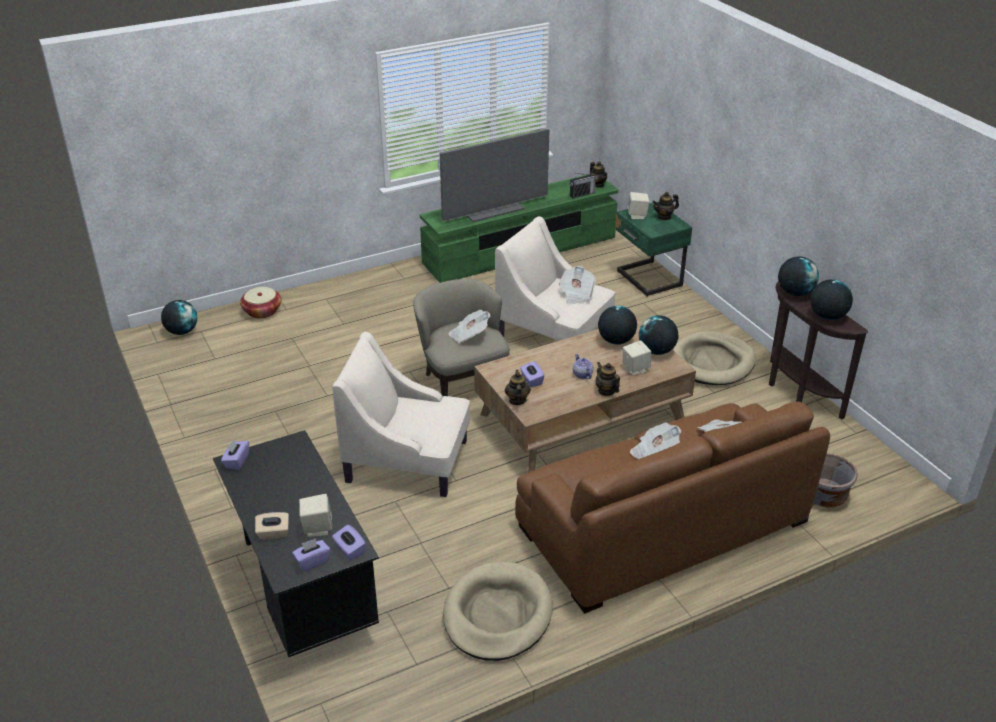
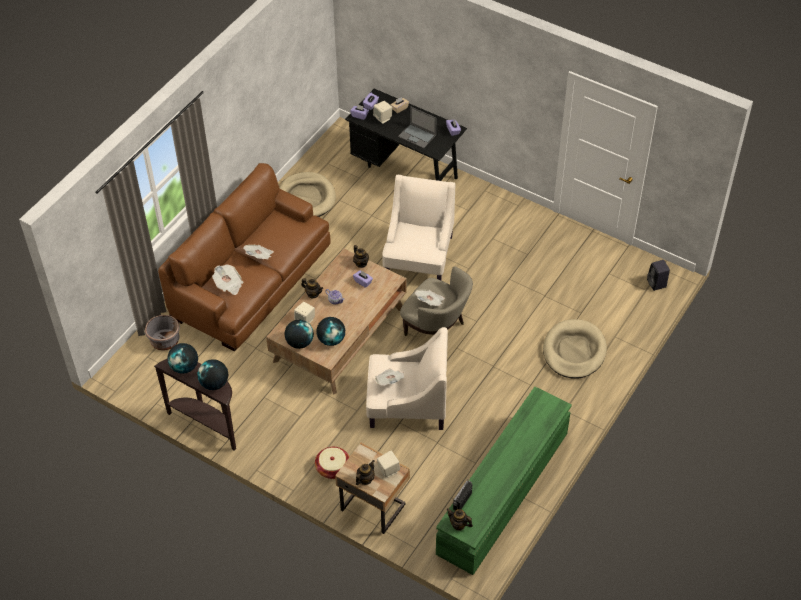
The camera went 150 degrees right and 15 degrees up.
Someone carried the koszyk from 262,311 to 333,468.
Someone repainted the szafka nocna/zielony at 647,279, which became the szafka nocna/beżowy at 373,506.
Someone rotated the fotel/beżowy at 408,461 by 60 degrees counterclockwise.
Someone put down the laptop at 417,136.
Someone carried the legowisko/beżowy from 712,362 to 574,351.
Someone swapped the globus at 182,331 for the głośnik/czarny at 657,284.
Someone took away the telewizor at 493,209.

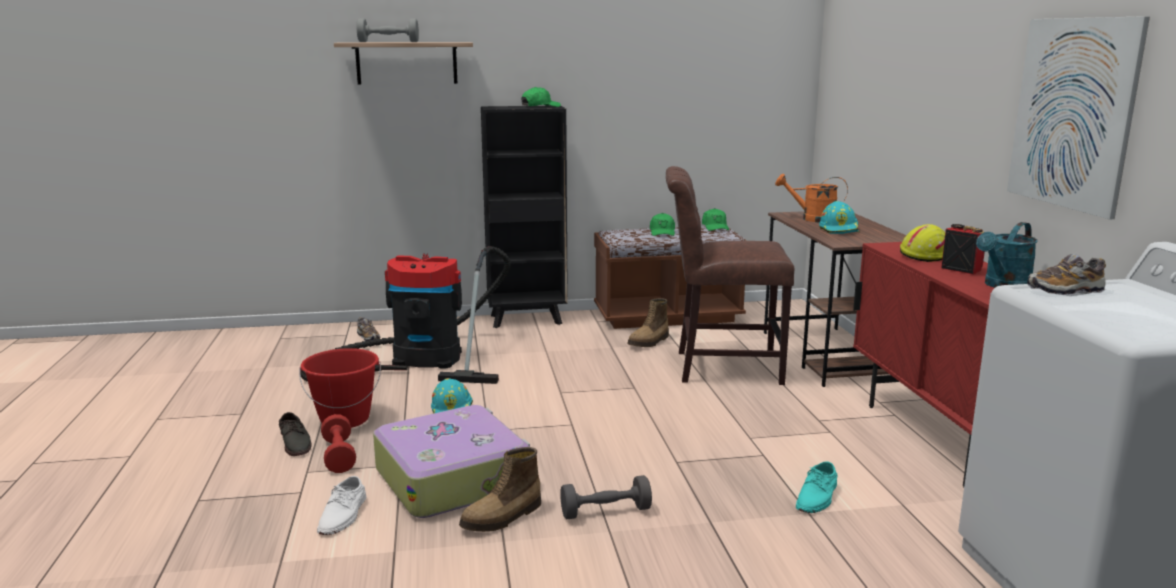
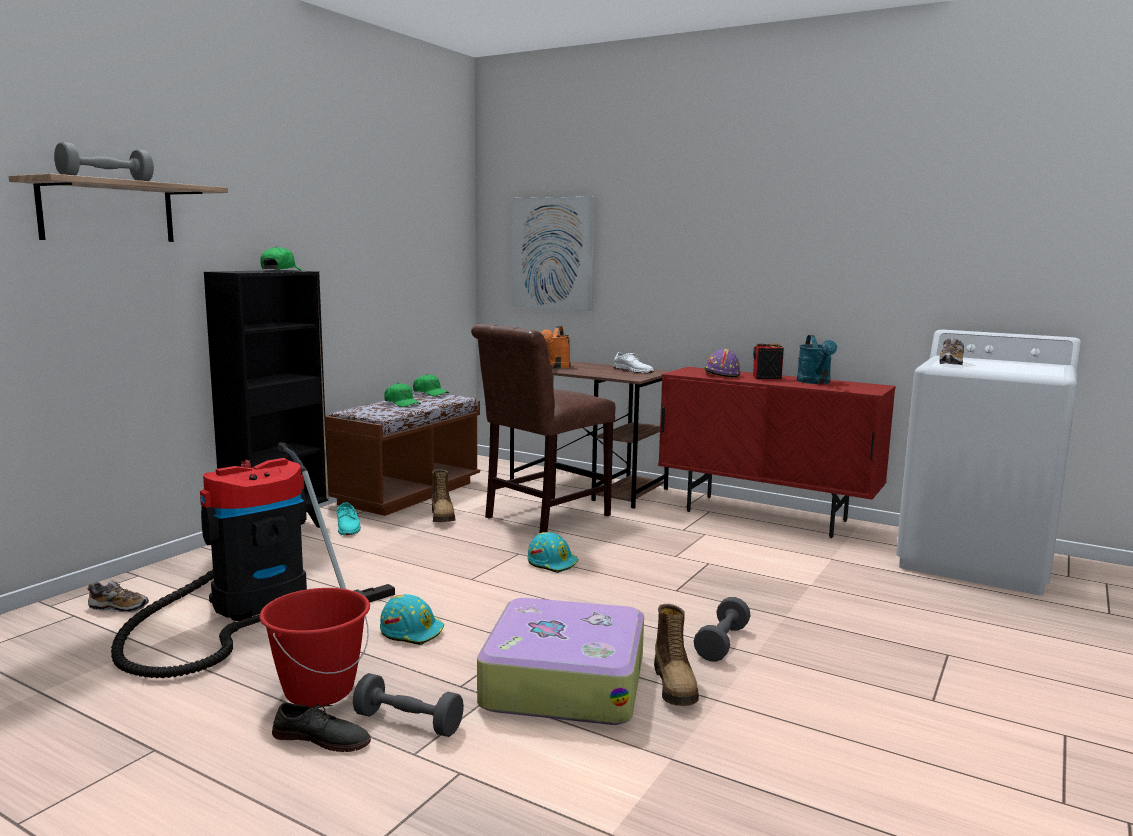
The camera went 50 degrees left and 5 degrees down.
Someone carried the but/turkusowy from 817,497 to 348,527.
Someone repainted the hantel/czerwony at 339,456, which became the hantel/szary at 408,722.
Someone carried the obraz from 1072,113 to 552,253.
Someone carried the kask/turkusowy from 839,229 to 552,563.
Someone rotated the konewka/pomarańczowy at 812,219 by 45 degrees counterclockwise.
Someone carried the but/biały from 343,515 to 633,370.
Someone repainted the kask/żółty at 925,255, which became the kask/fioletowy at 721,374.

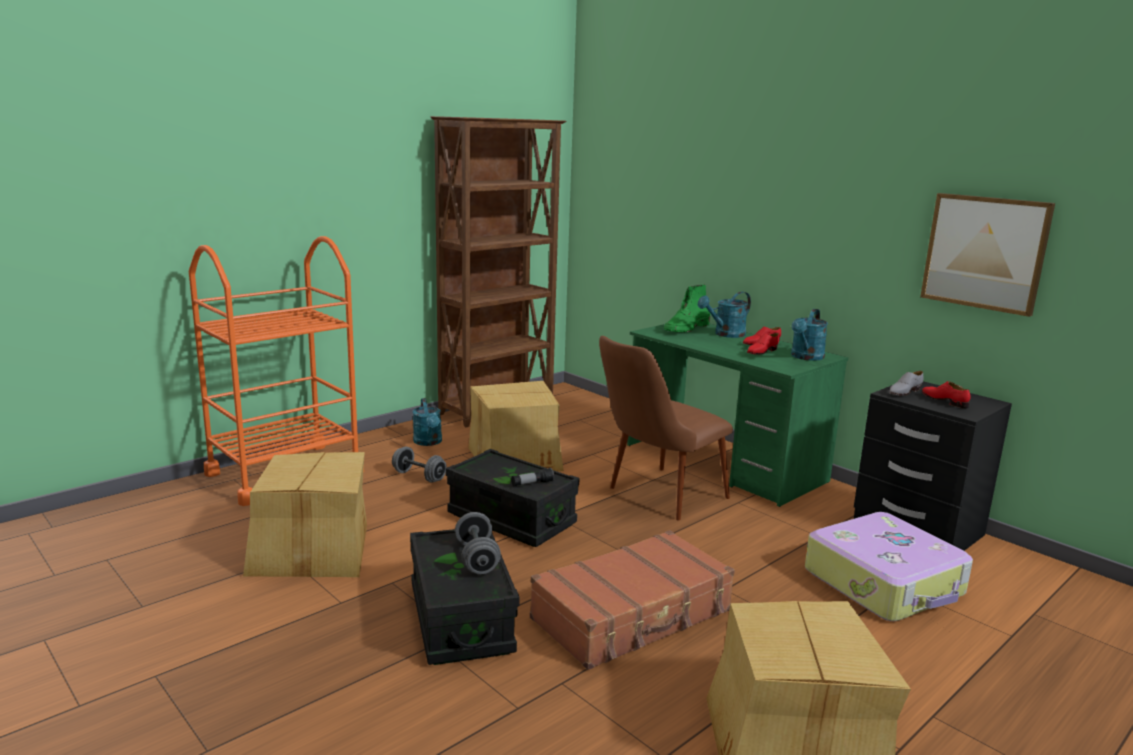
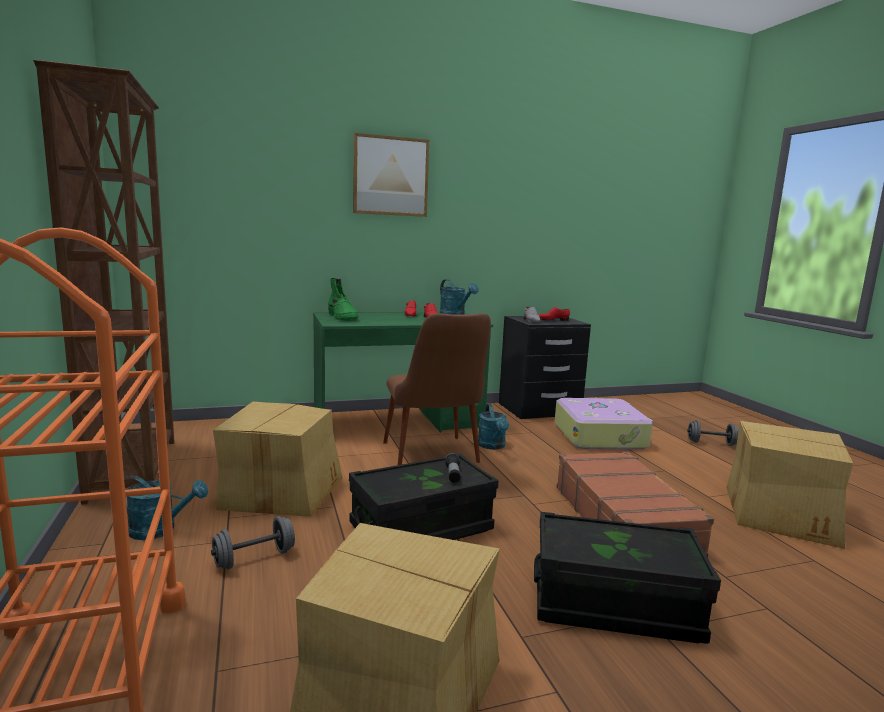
The camera went 65 degrees left and 5 degrees down.
Someone carried the obraz from 985,252 to 390,176.
Someone carried the konewka/turkusowy from 725,334 to 493,446.
Someone carried the hantel/szary from 477,559 to 711,443.

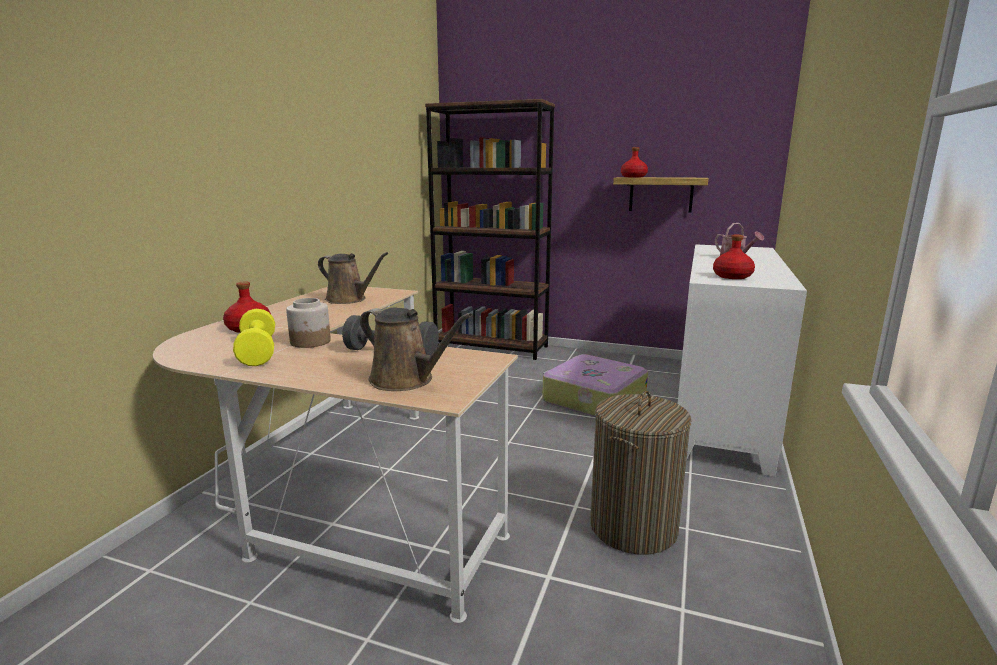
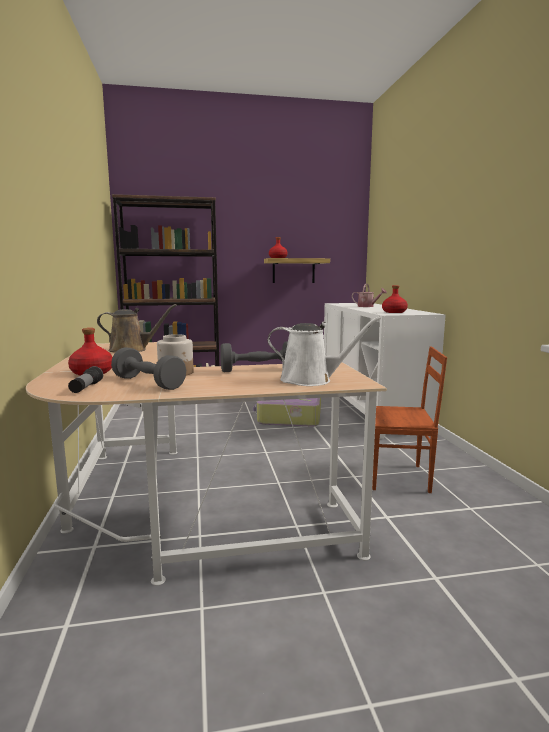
The camera went 30 degrees left and 5 degrees down.
Someone put down the latarka at 86,388.
Someone repainted the hantel/żółty at 258,352, which became the hantel/szary at 148,383.
Someone repainted the konewka/brązowy at 406,380, which became the konewka/biały at 311,380.
Someone swapped the kosz na pranie at 633,527 for the krzesło/brązowy at 398,478.

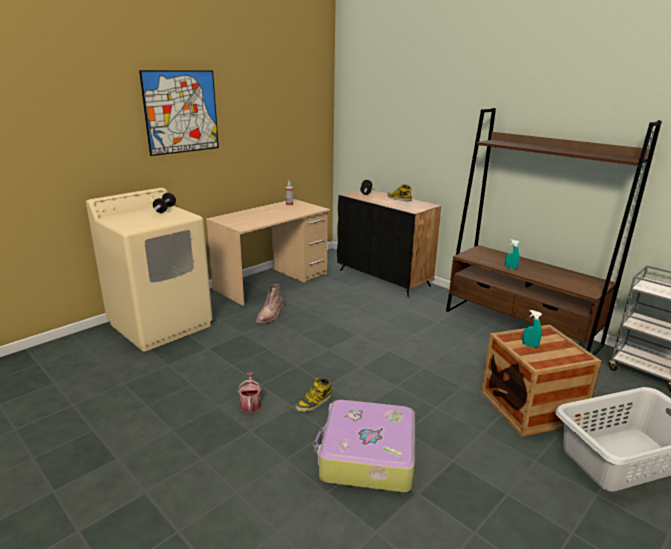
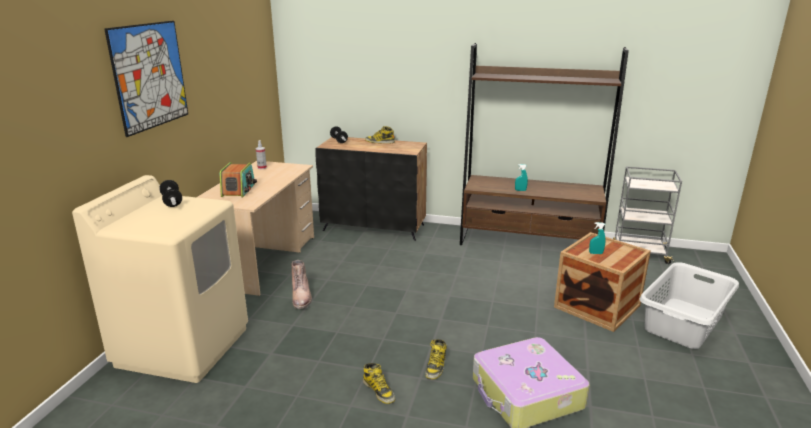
The camera went 30 degrees left and 0 degrees up.
Someone put down the radio at 239,190.
Someone swapped the konewka at 250,403 for the but z cholewką at 379,390.

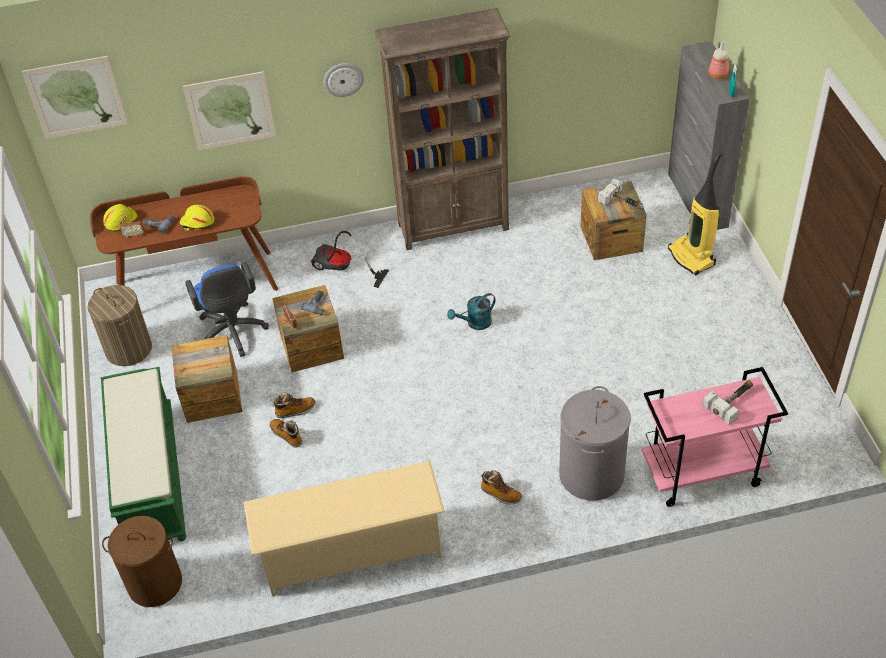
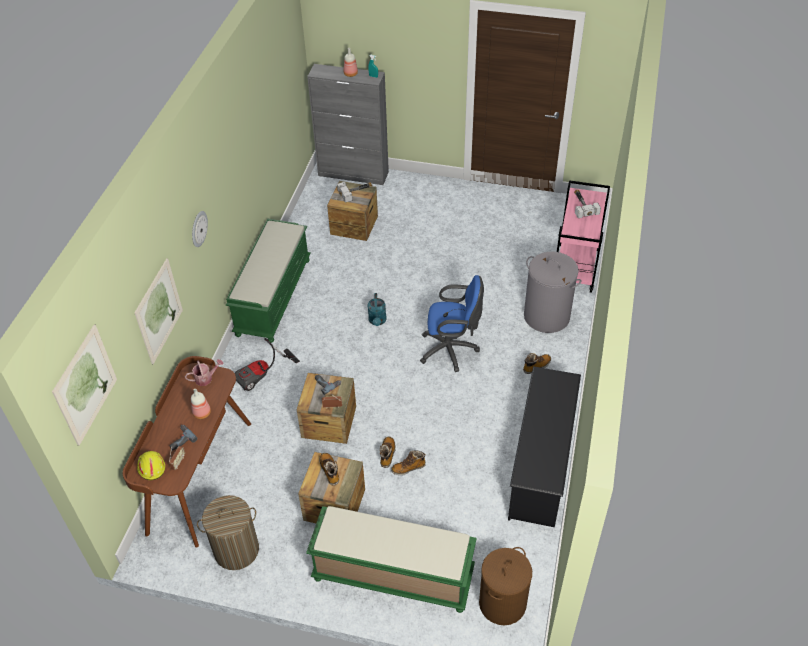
The camera went 65 degrees left and 0 degrees up.
Someone put down the konewka at 206,378.
Someone swapped the kask/żółty at 197,223 for the butelka at 202,413.
Someone swapped the regał/brązowy at 454,226 for the ławka/zielony at 273,296.
Someone put down the but z cholewką at 330,471.
Someone carried the krzesło biurowe/niebieski from 232,334 to 451,350.
Someone repainted the regał na buty/beżowy at 352,553, which became the regał na buty/czarny at 541,465.
Someone took away the odkurzacz at 692,257.

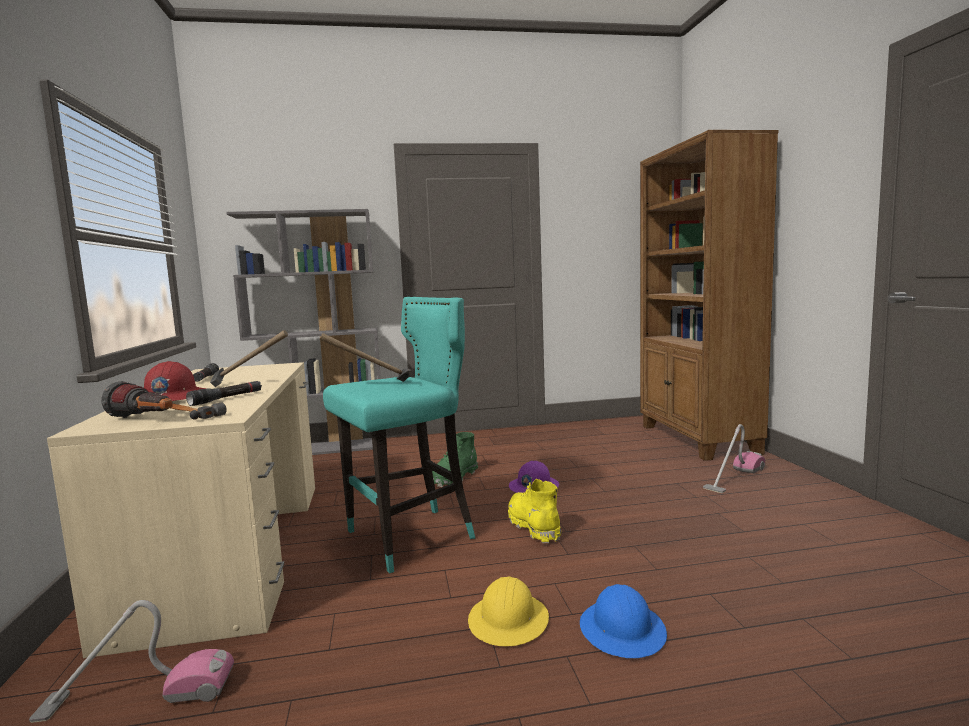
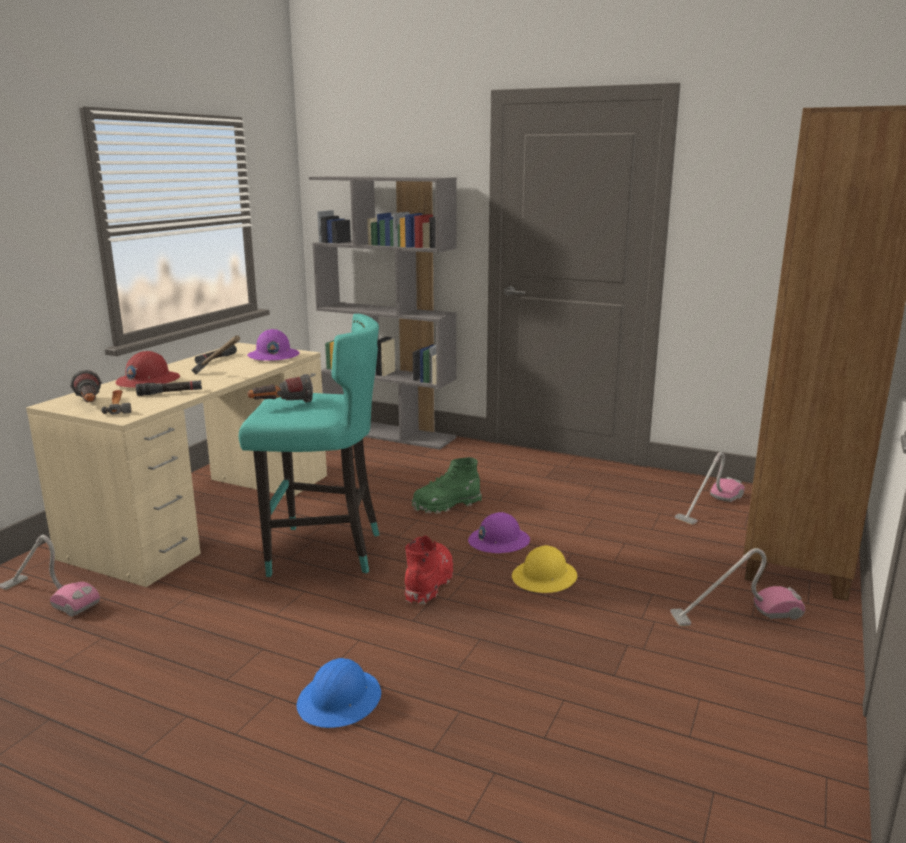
The camera went 35 degrees right and 10 degrees up.
Someone put down the kask/fioletowy at 273,356.
Someone swapped the młotek at 372,386 for the latarka at 281,405.
Someone repainted the but z cholewką/żółty at 534,527, which became the but z cholewką/czerwony at 429,583.
Someone carried the kask/żółty from 509,621 to 545,578.
Someone put down the odkurzacz at 709,506.

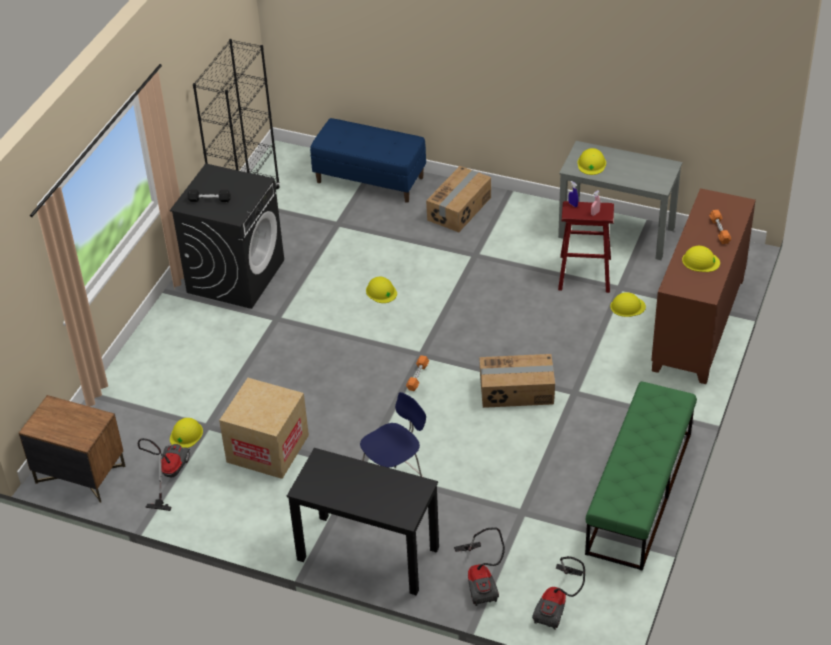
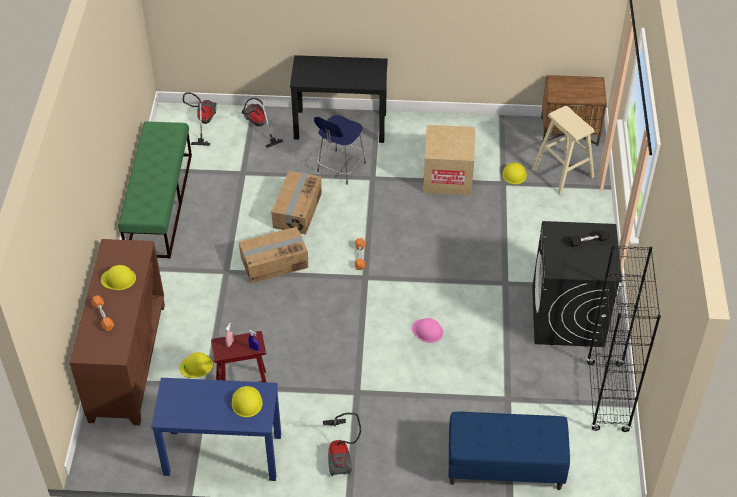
The camera went 160 degrees right and 5 degrees up.
Someone repainted the biurko/szary at 617,232, which became the biurko/niebieski at 222,454.
Someone carried the karton from 460,209 to 297,210.
Someone carried the odkurzacz from 168,475 to 340,453.
Someone repainted the kask/żółty at 381,291, which became the kask/różowy at 427,331.
Someone put down the stołek/beżowy at 563,173.

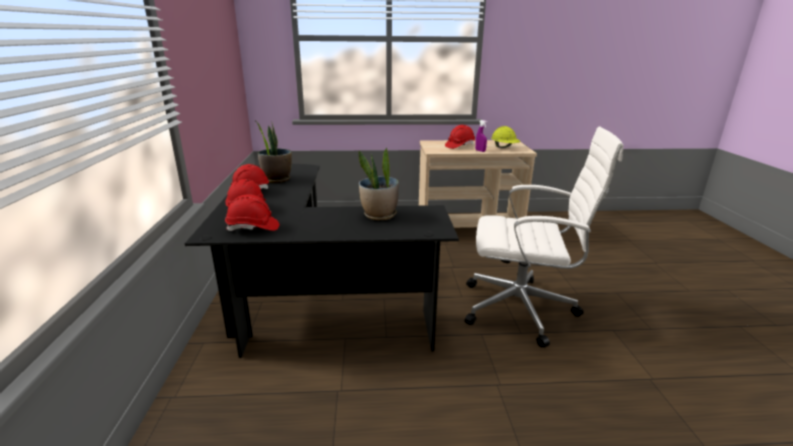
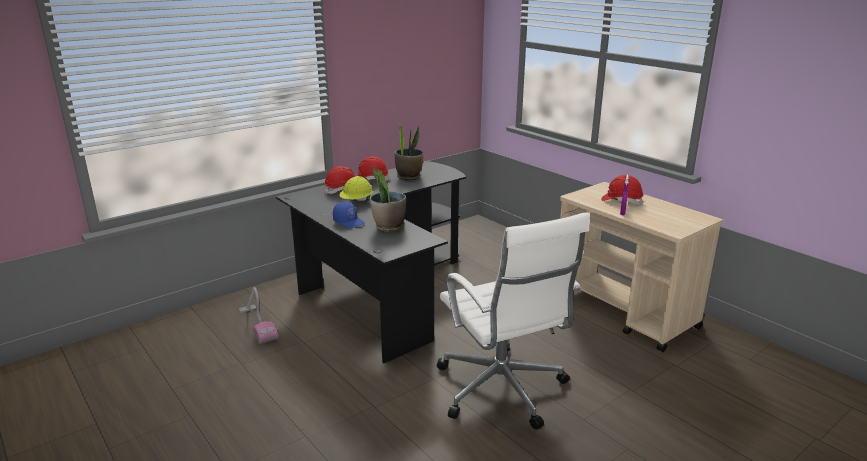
The camera went 55 degrees right and 0 degrees up.
Someone put down the odkurzacz at 257,324.
Someone put down the czapka z daszkiem/niebieski at 349,222.
Someone carried the kask/żółty from 504,147 to 356,202.
Someone took away the kask/czerwony at 253,228.

